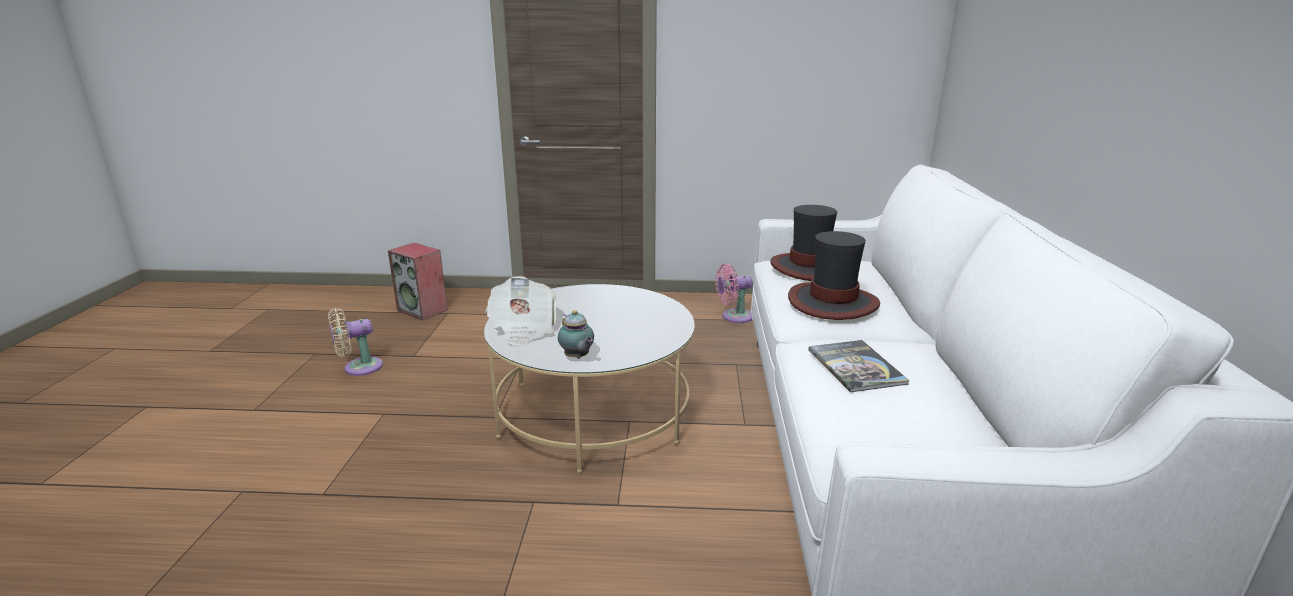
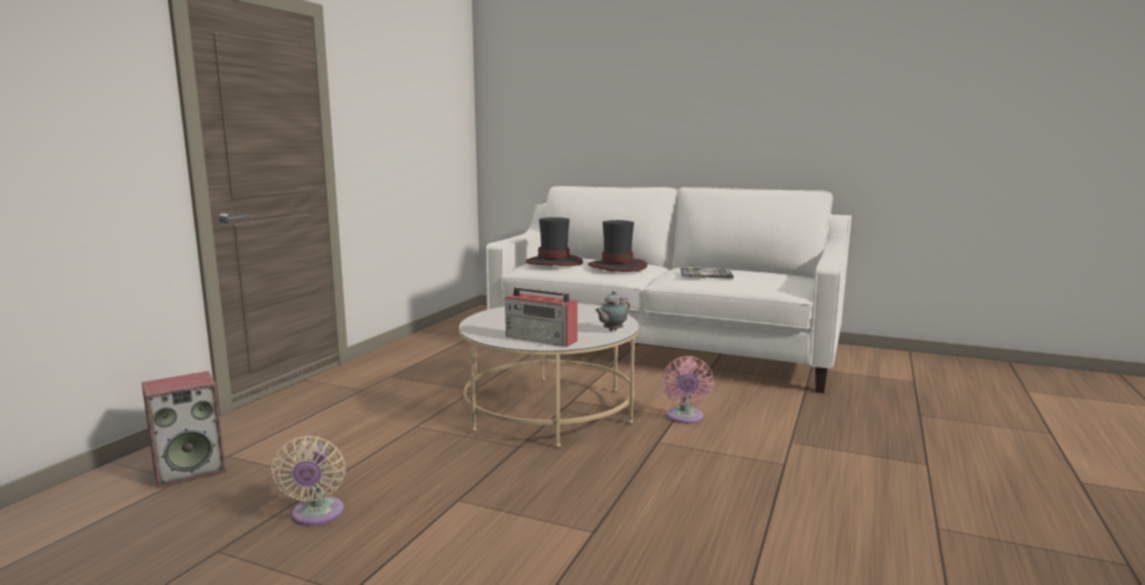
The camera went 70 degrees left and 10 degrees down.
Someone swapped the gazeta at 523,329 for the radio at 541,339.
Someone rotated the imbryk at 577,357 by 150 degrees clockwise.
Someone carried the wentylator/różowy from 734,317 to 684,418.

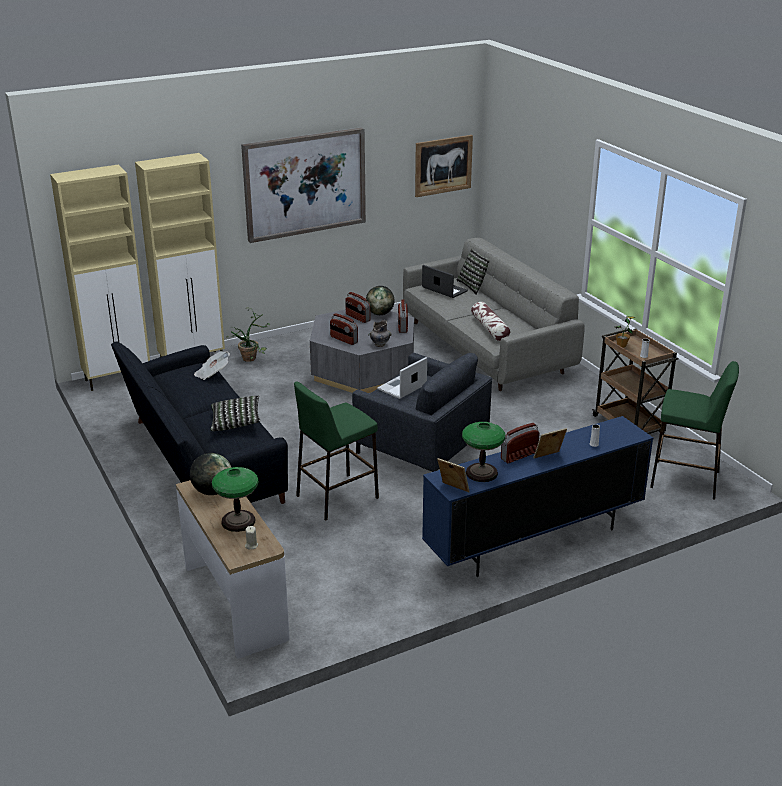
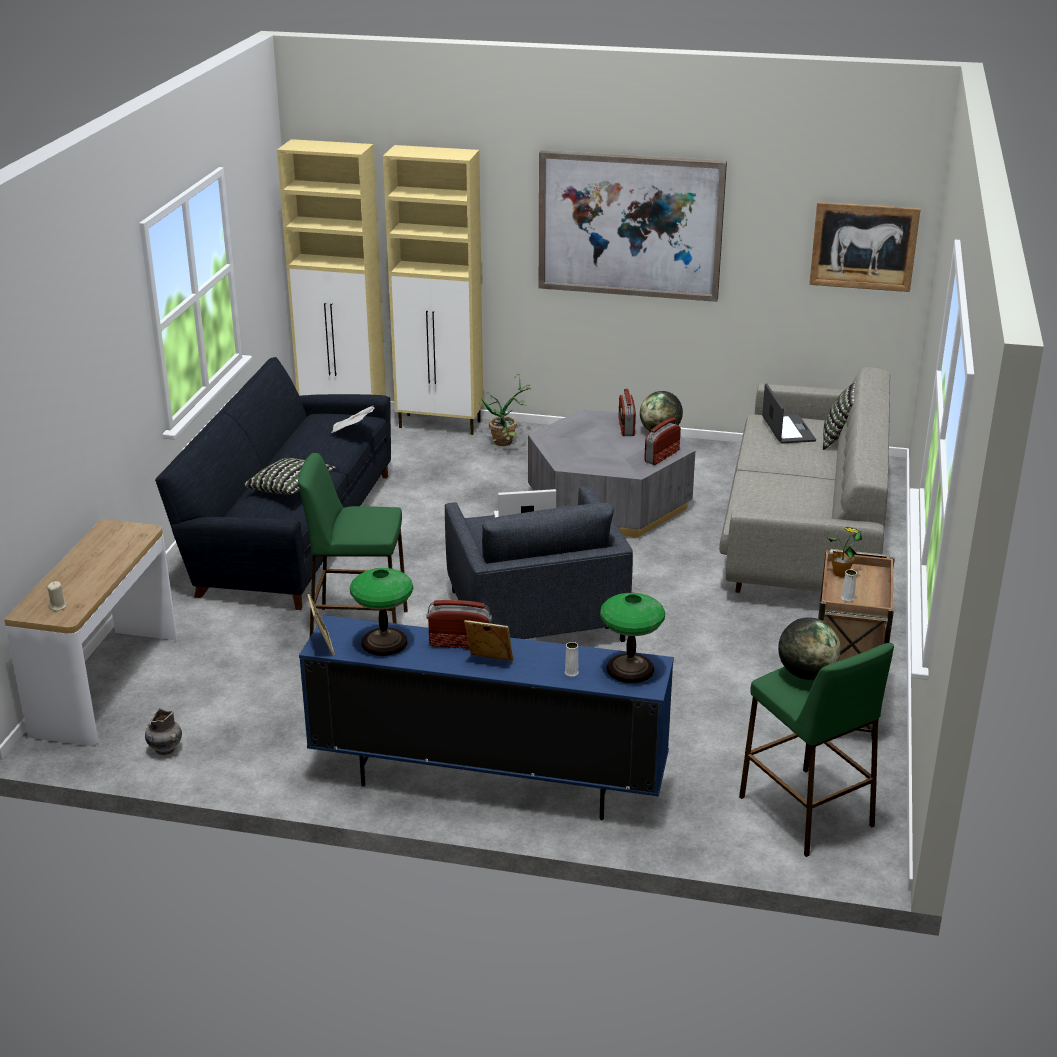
The camera went 40 degrees right and 0 degrees up.
Someone carried the wazon/szary from 379,344 to 165,749.
Someone carried the lampa stołowa from 238,521 to 629,669.
Someone carried the globus from 212,491 to 806,674.
Someone took away the radio at 344,339.
Someone took away the poduszka at 490,328.

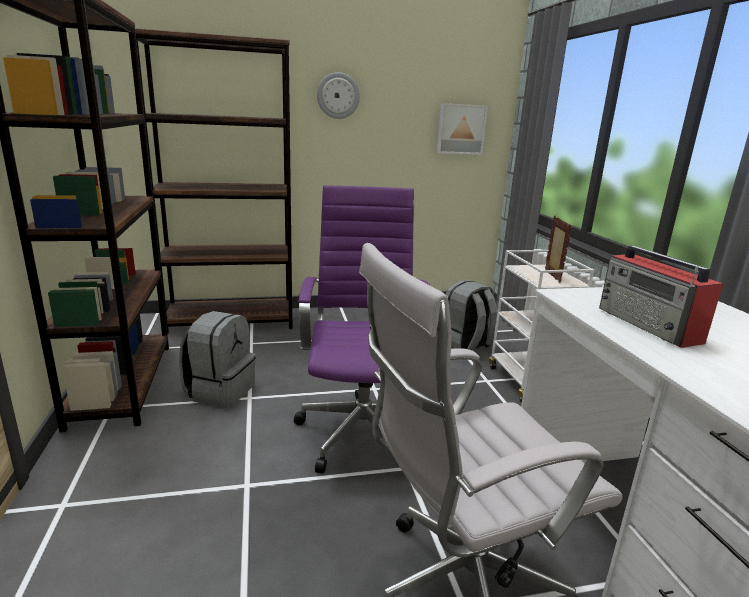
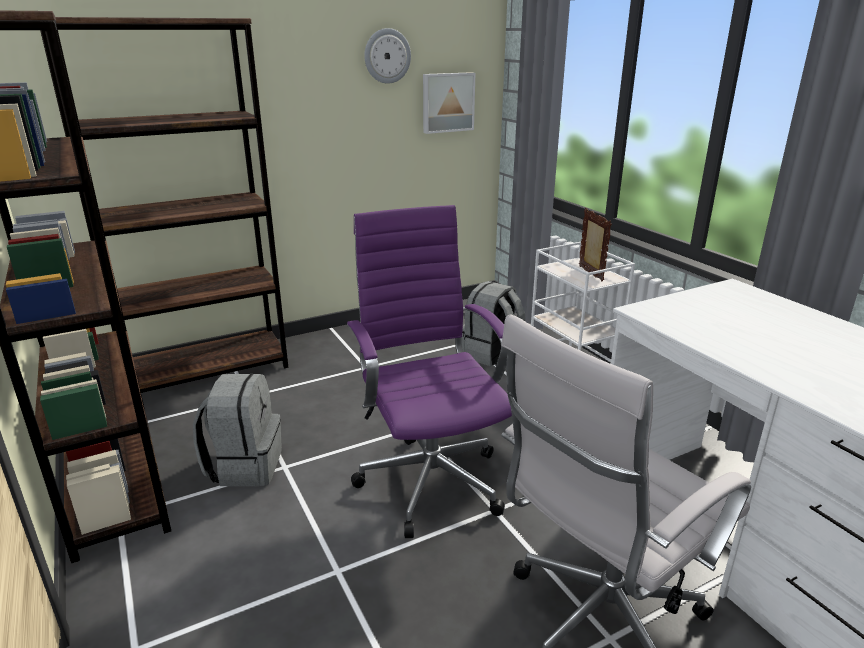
The camera went 15 degrees left and 5 degrees up.
Someone carried the zegar ścienny from 338,95 to 387,56.
Someone took away the radio at 649,325.

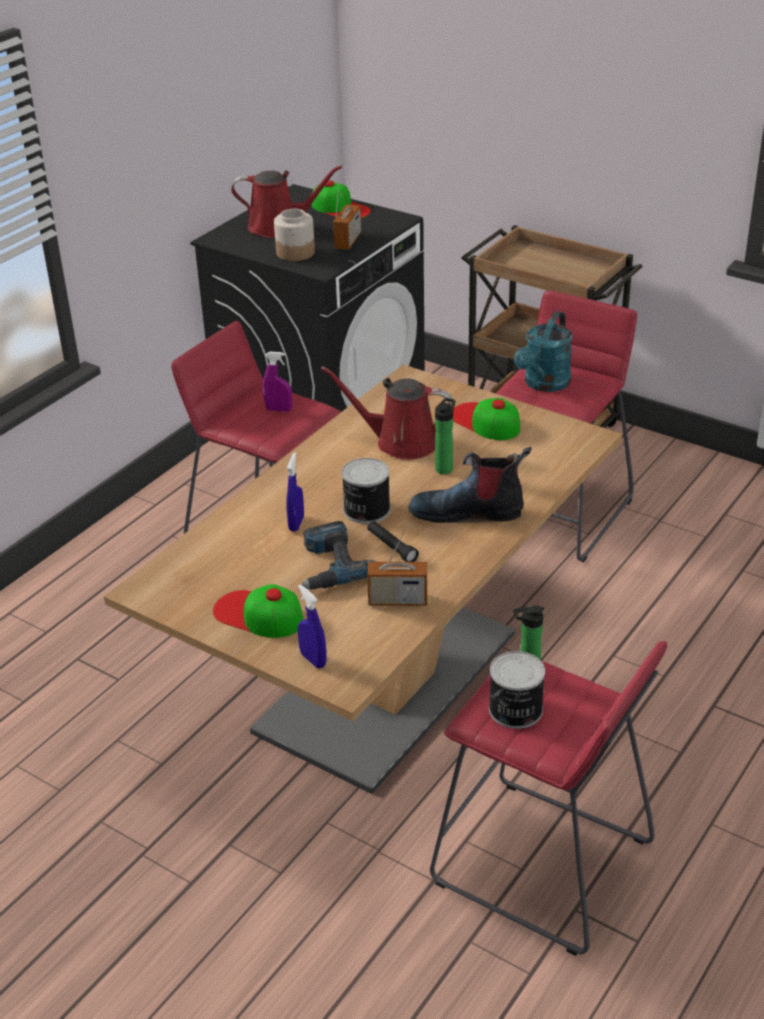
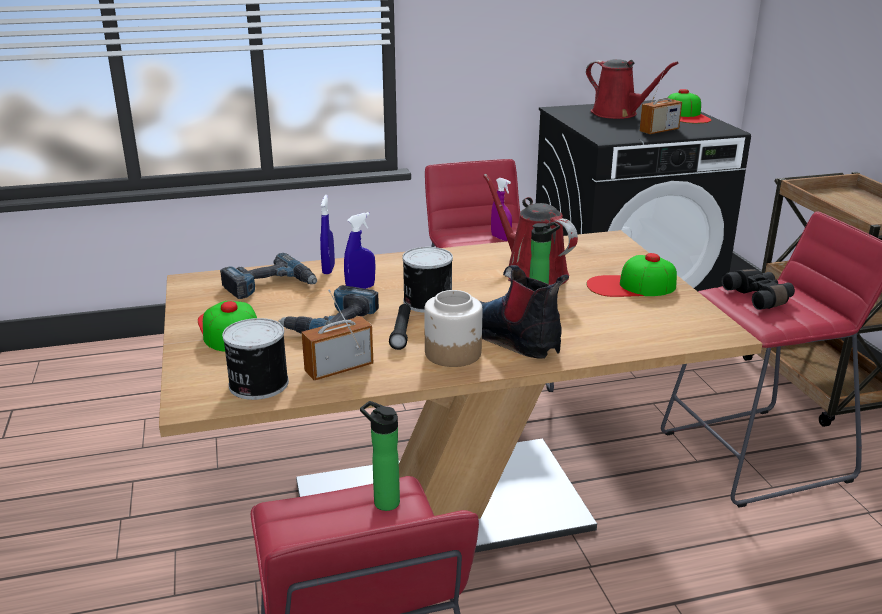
The camera went 40 degrees right and 10 degrees down.
Someone put down the wiertarka at 270,286.
Someone carried the puszka from 515,710 to 257,384.
Someone rotated the radio at 398,600 by 105 degrees clockwise.
Someone carried the spryskiwacz/niebieski from 313,660 to 328,269.
Someone carried the słoik from 296,252 to 453,353.
Someone rotated the czapka z daszkiem at 485,421 by 90 degrees counterclockwise.
Someone swapped the konewka/turkusowy at 544,384 for the lornetka/czarny at 759,297.

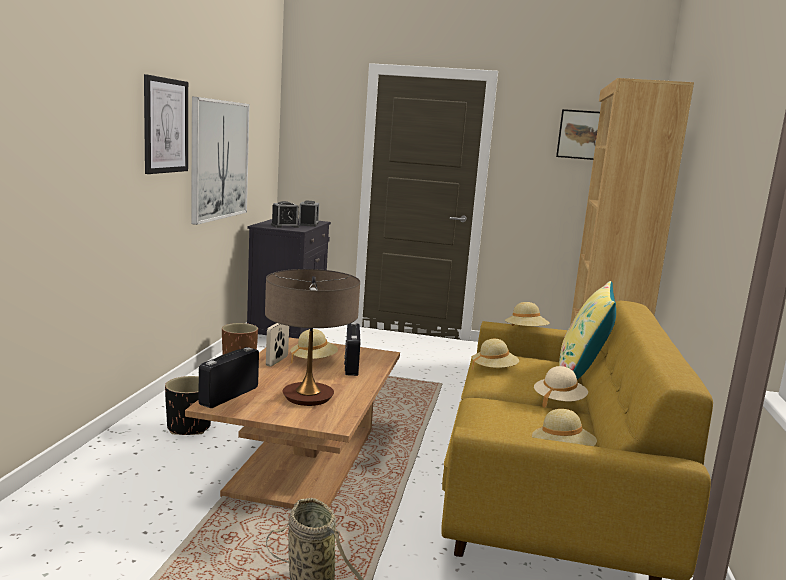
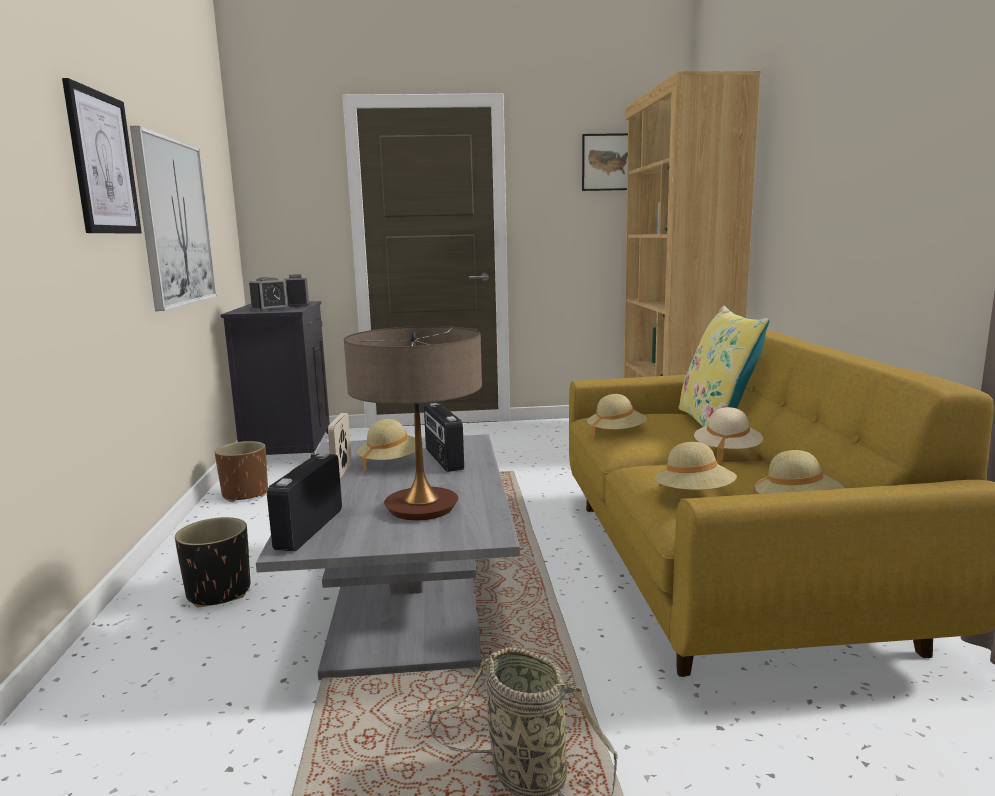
The camera went 15 degrees left and 0 degrees up.
Someone repainted the ława/brązowy at 304,460, which became the ława/szary at 406,599.
Someone carried the kapelusz/beżowy from 525,332 to 694,496.

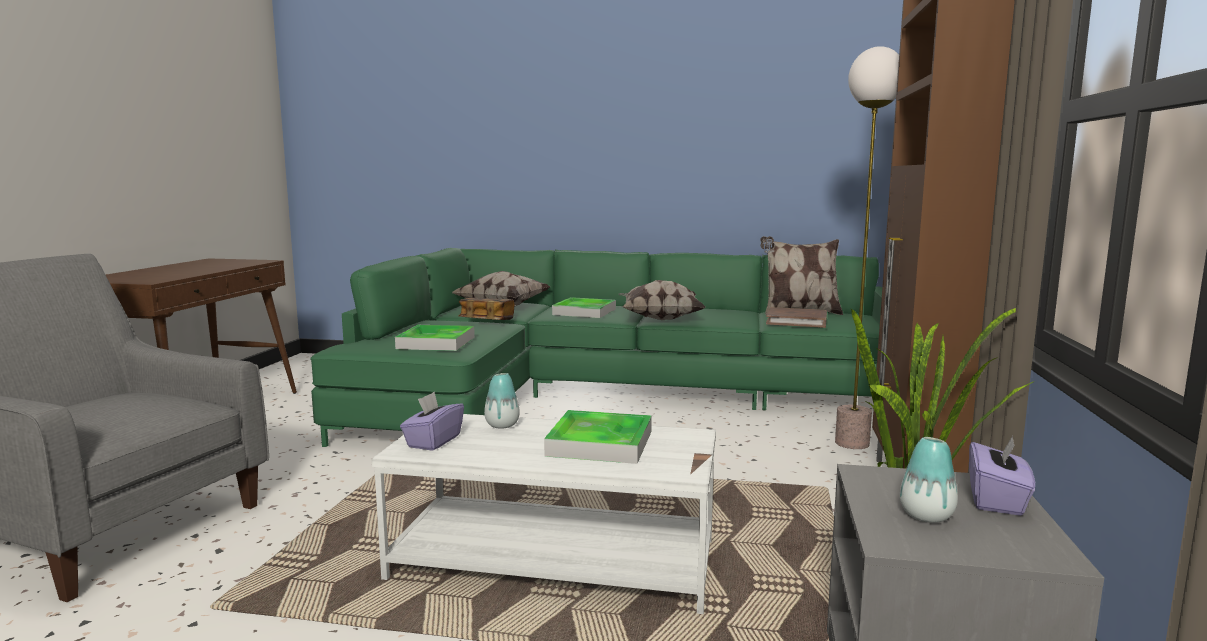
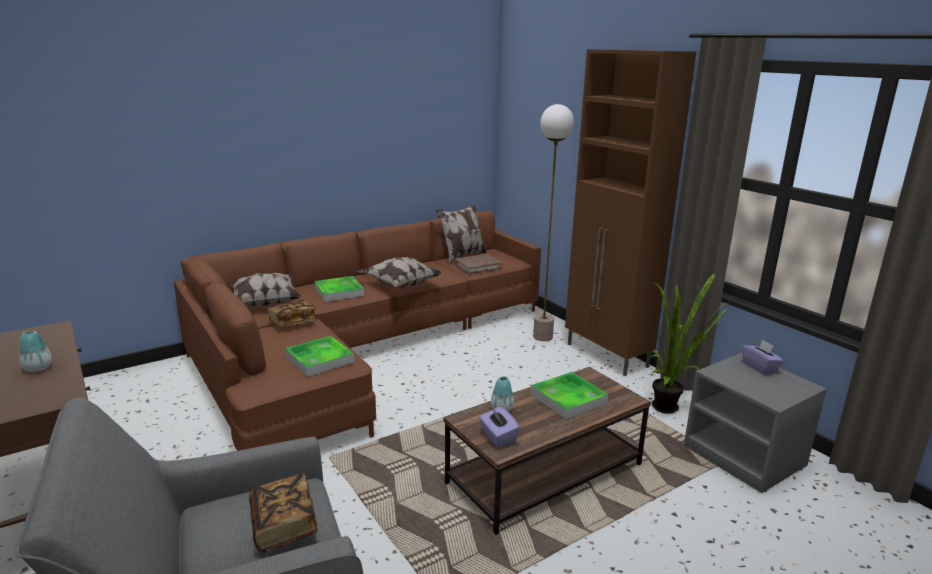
The camera went 45 degrees left and 10 degrees up.
Someone carried the wazon from 926,516 to 38,368.
Someone repainted the kanapa/zielony at 597,395, which became the kanapa/brązowy at 358,351.
Someone put down the książka at 284,526.
Someone repainted the ława/biały at 556,560, which became the ława/brązowy at 545,473.

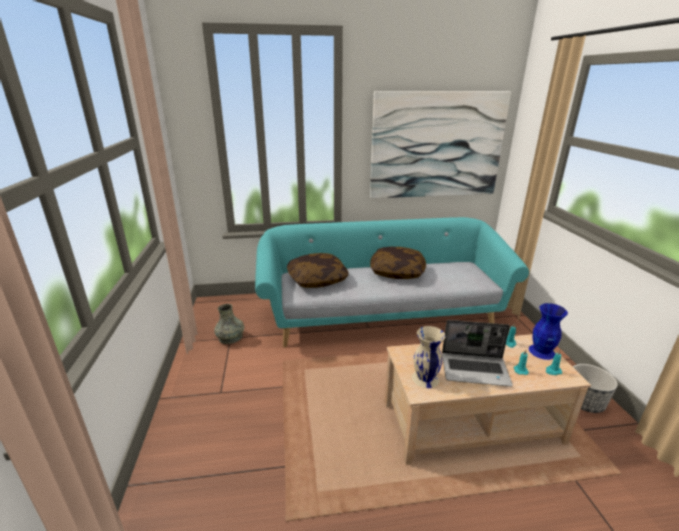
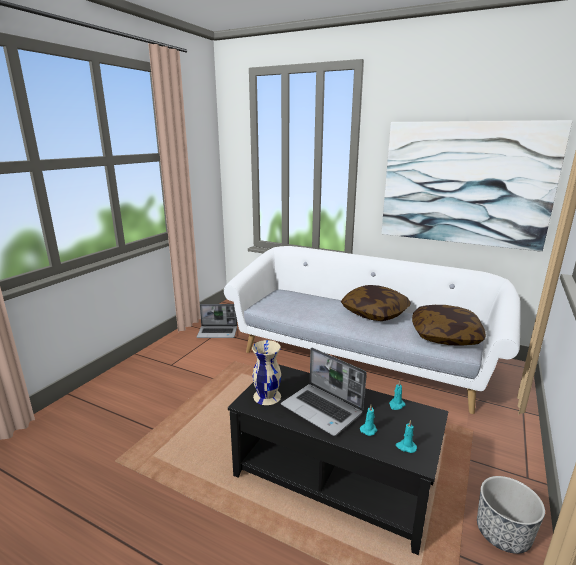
The camera went 35 degrees right and 5 degrees down.
Someone swapped the wazon/szary at 231,337 for the laptop at 218,332.
Someone repainted the kanapa/turkusowy at 382,315, which became the kanapa/biały at 359,358.
Someone repainted the ława/beżowy at 470,421, which became the ława/czarny at 334,477.
Someone carried the poduszka from 317,279 to 445,336.
Someone took away the wazon/niebieski at 542,352.

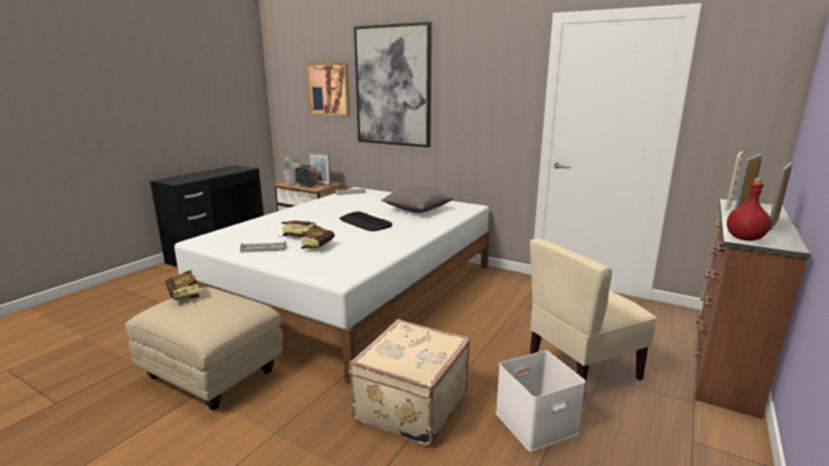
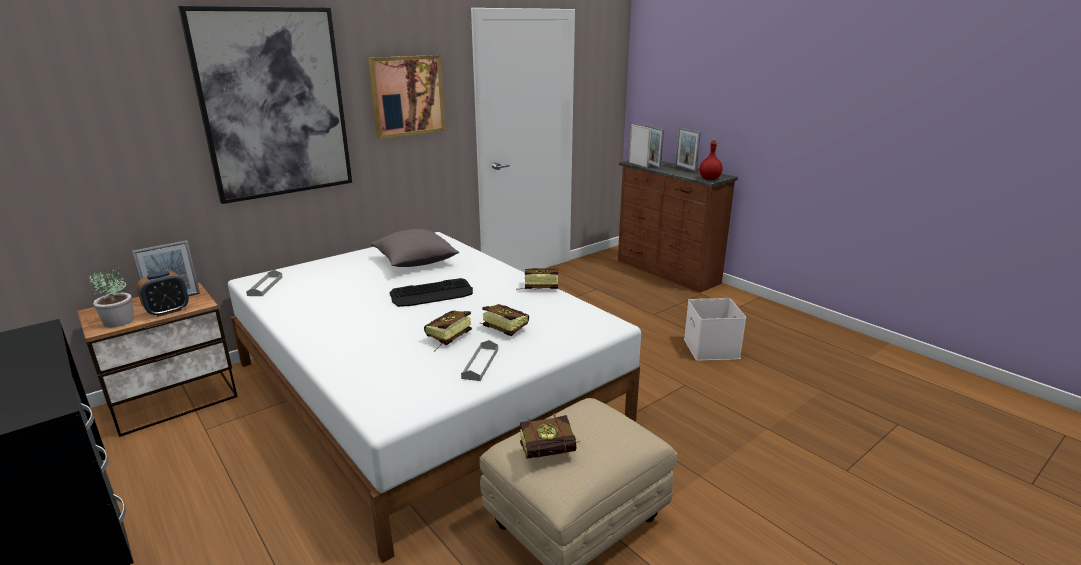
The camera went 70 degrees left and 5 degrees up.
Someone carried the obraz from 329,89 to 407,96.
Someone put down the książka at 537,287.
Someone took away the walizka/beżowy at 409,405.
Someone took away the krzesło/beżowy at 582,370.

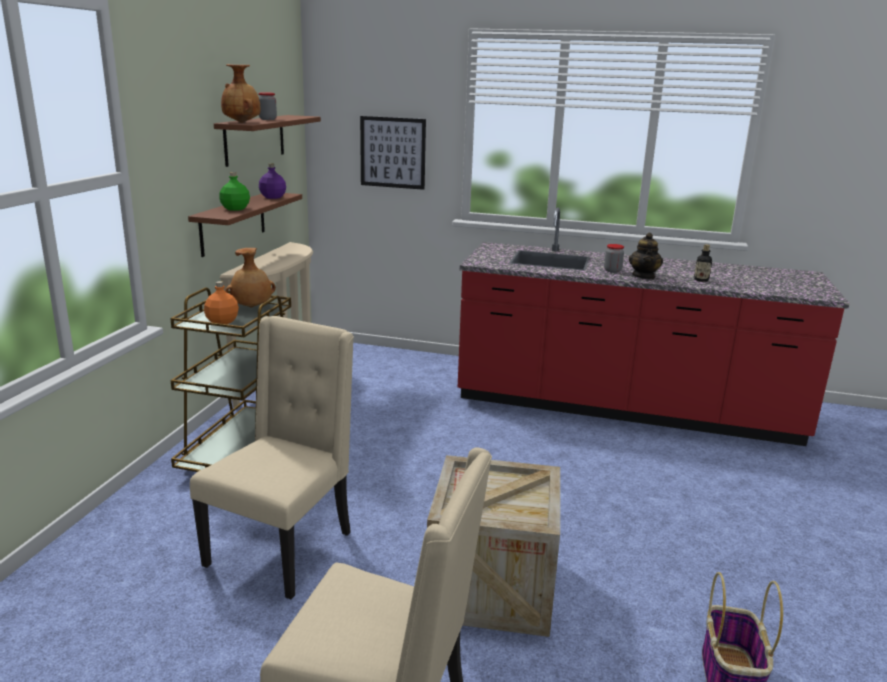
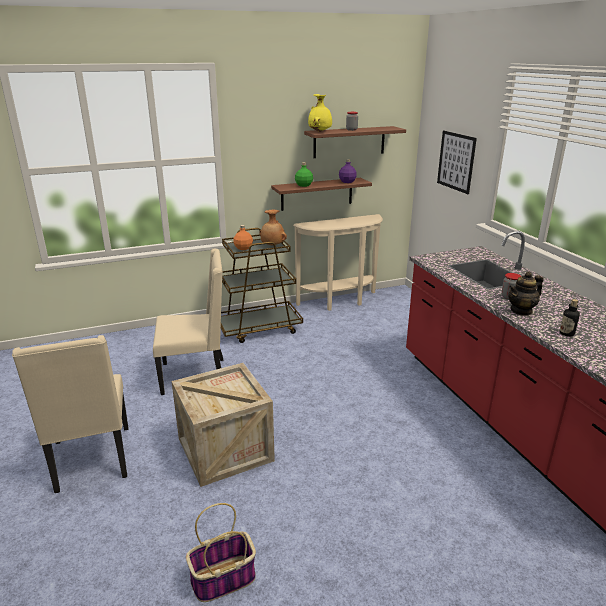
The camera went 55 degrees right and 5 degrees up.
Someone repainted the wazon/brązowy at 242,122, which became the wazon/żółty at 320,131.

